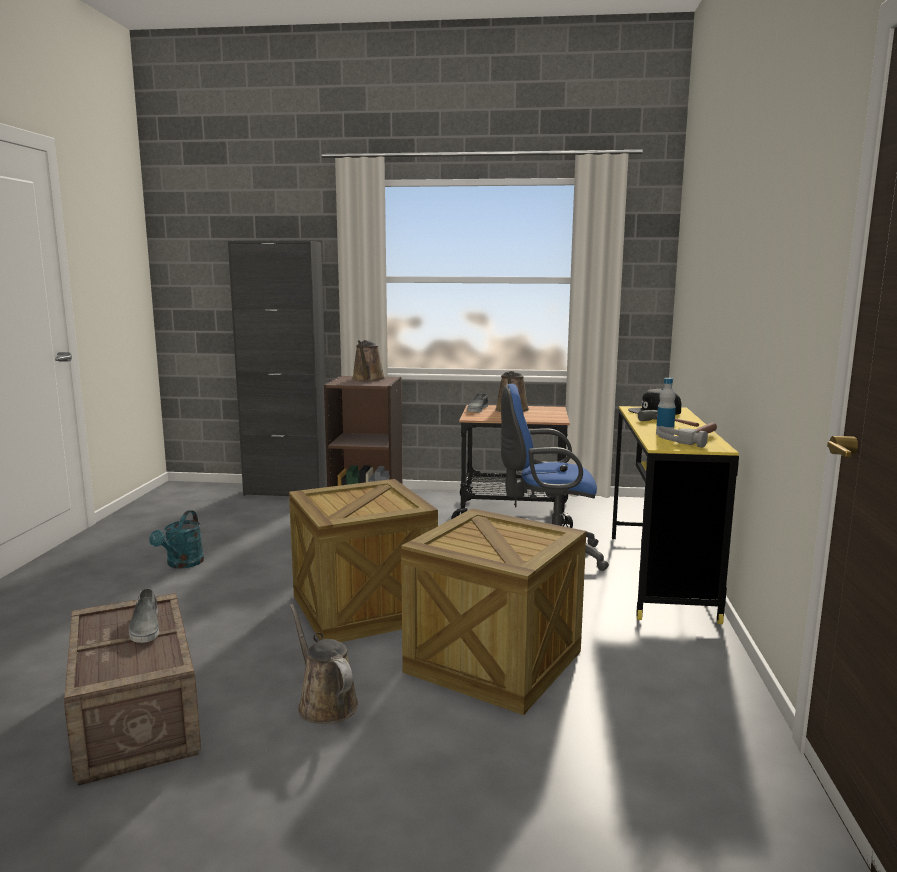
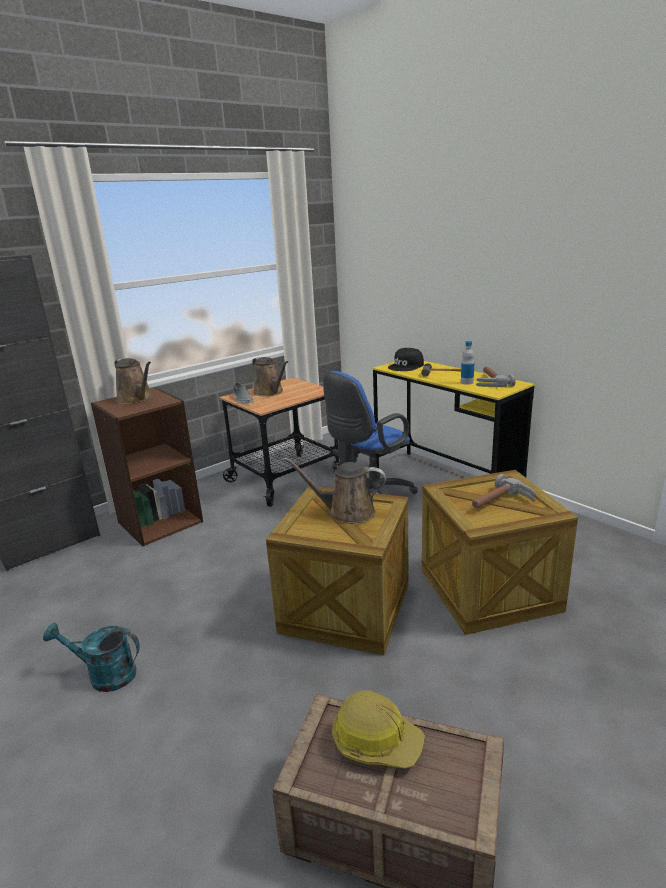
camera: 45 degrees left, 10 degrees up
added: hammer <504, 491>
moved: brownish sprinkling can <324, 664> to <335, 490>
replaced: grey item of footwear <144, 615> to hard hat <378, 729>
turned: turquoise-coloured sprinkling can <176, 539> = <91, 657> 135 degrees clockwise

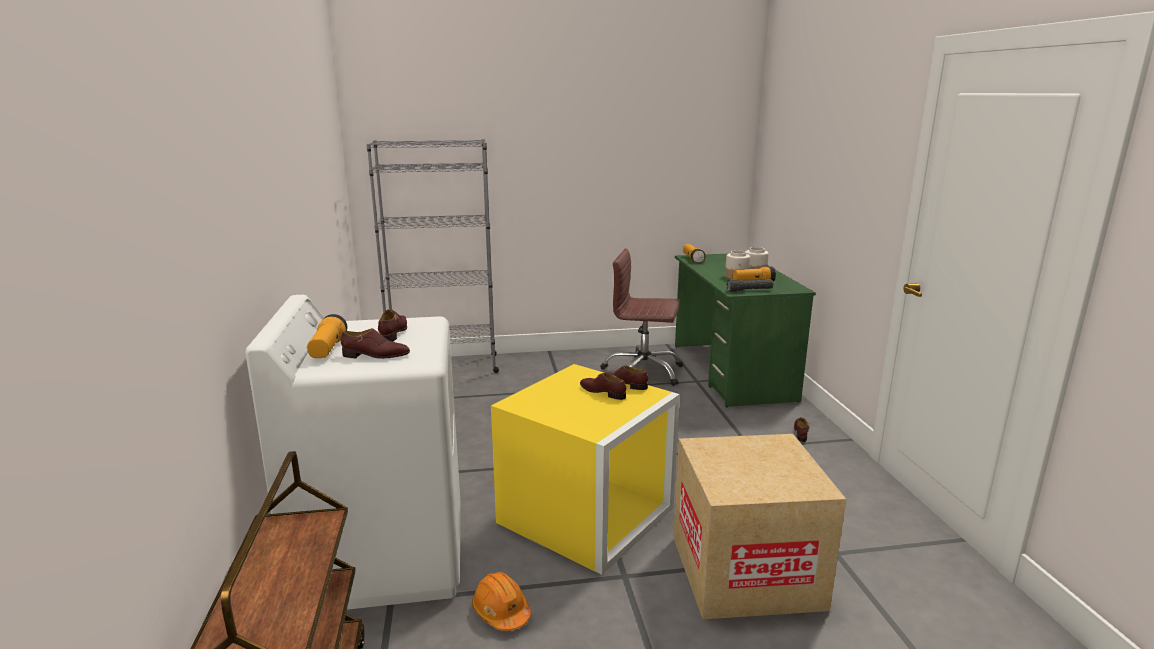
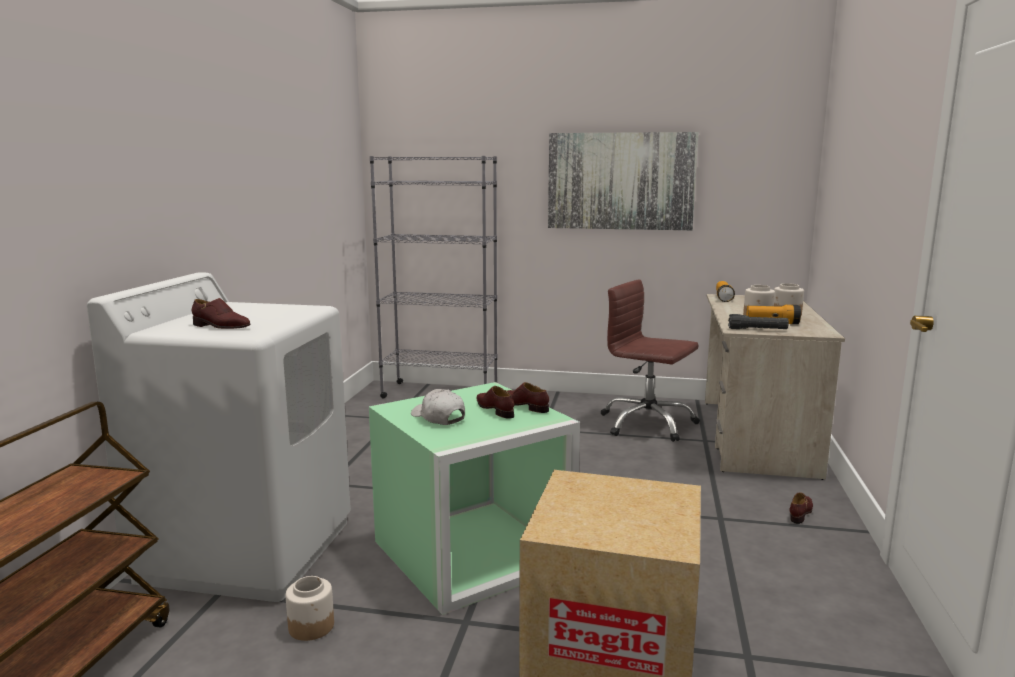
camera: 20 degrees right, 5 degrees down
removed: hand torch <327, 336>; brownish item of footwear <392, 325>
added: white-coloured baseball cap <438, 407>; picture <623, 181>
replaced: orange-coloured hard hat <501, 601> to storage jar <310, 608>
recoloured: yellow-coloured storage bin <585, 469> to green-coloured storage bin <474, 498>; green-coloured desk unit <745, 330> to beige desk unit <775, 387>

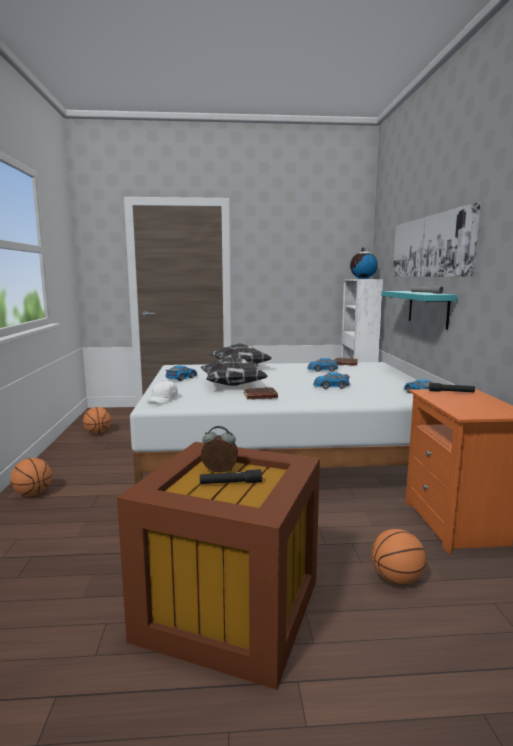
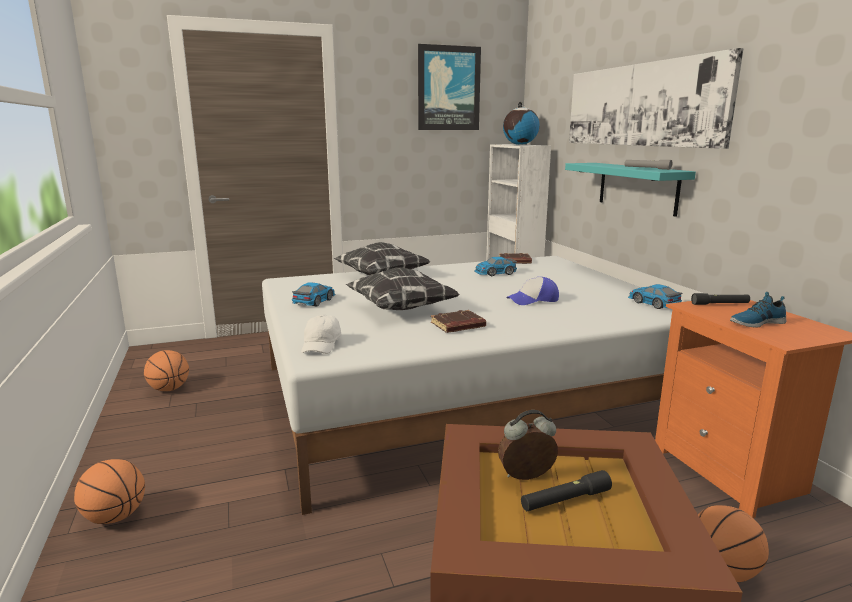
camera: 15 degrees left, 5 degrees up
added: picture <449, 87>; item of footwear <758, 309>
replaced: miniature car <331, 380> to baseball cap <533, 291>

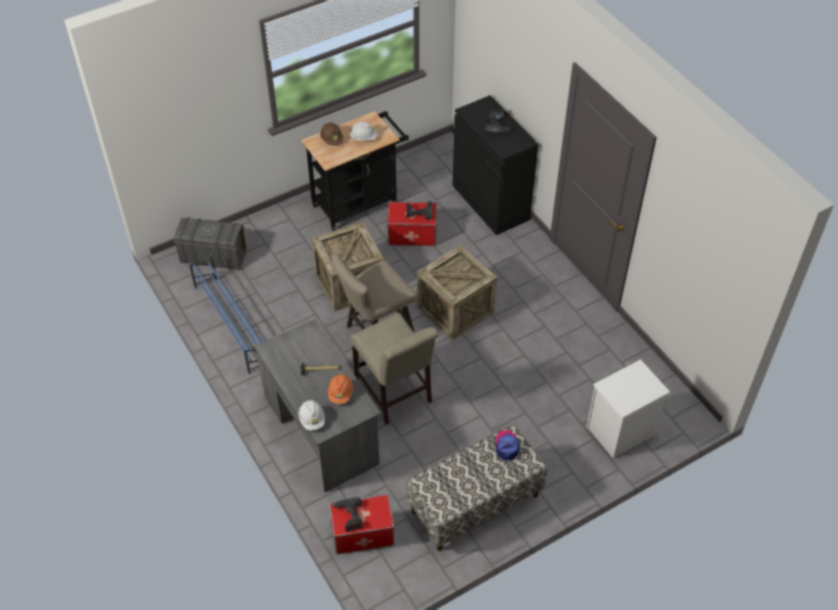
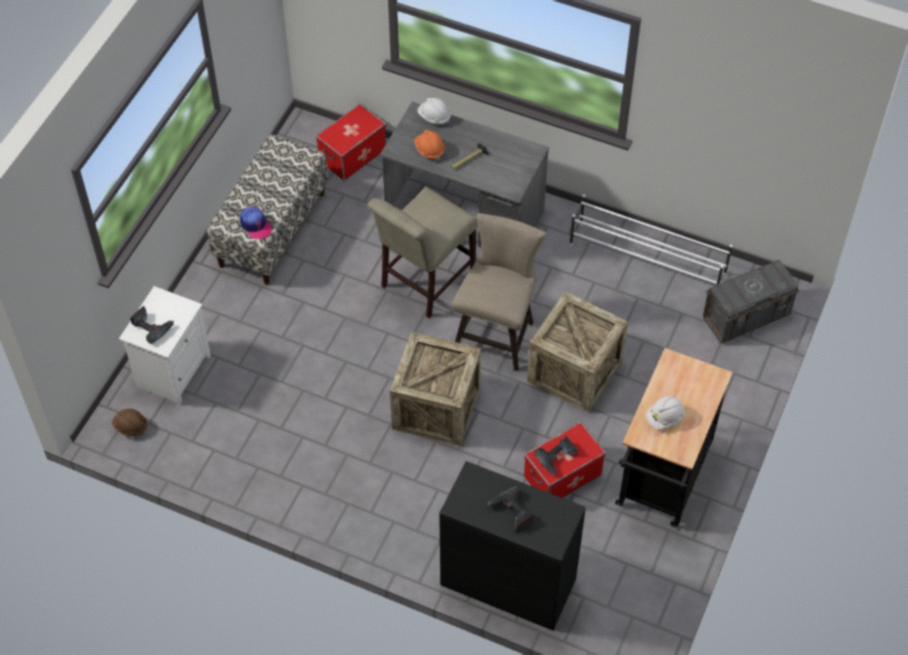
camera: 145 degrees right, 5 degrees up
moved: brownish hard hat <331, 134> to <130, 422>; drill <347, 514> to <152, 325>
recoloured: blue shoe rack <228, 314> to white-coloured shoe rack <651, 239>
turned: beige chair <394, 369> = <422, 252> 75 degrees counterclockwise

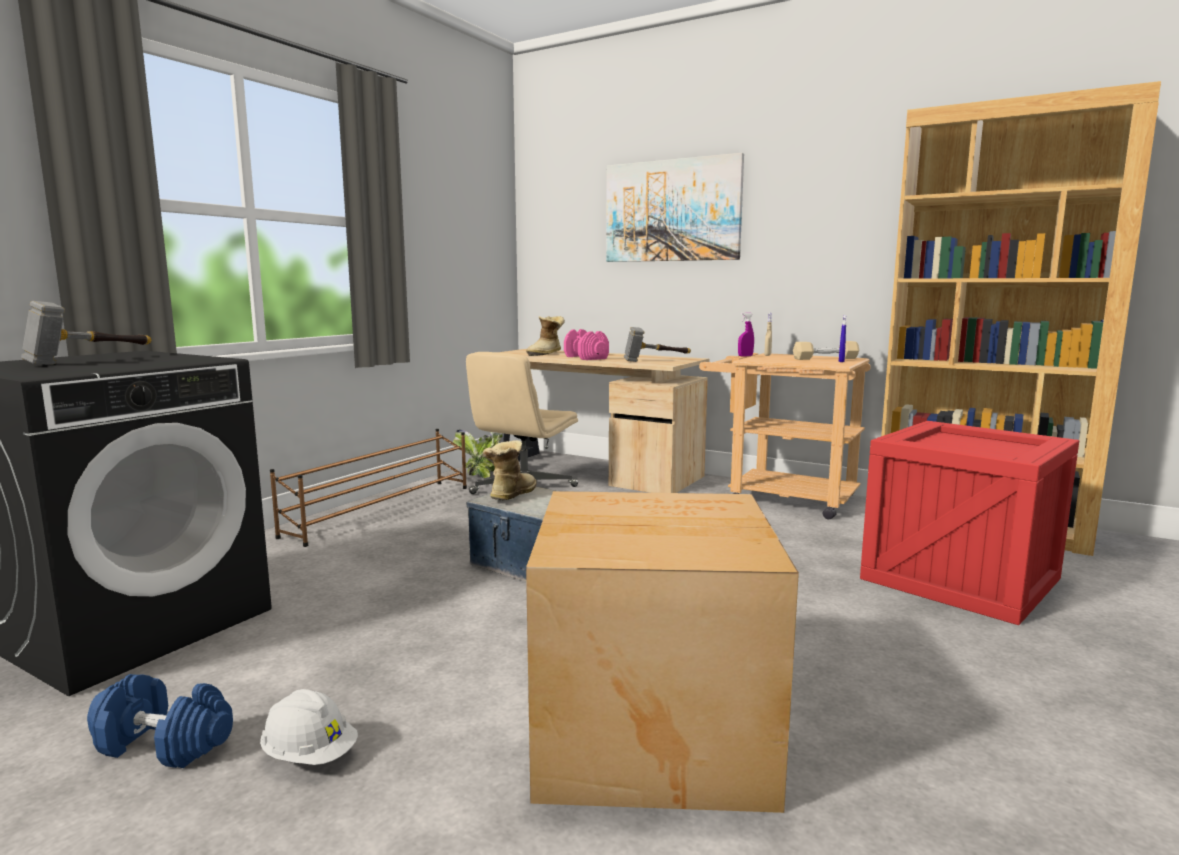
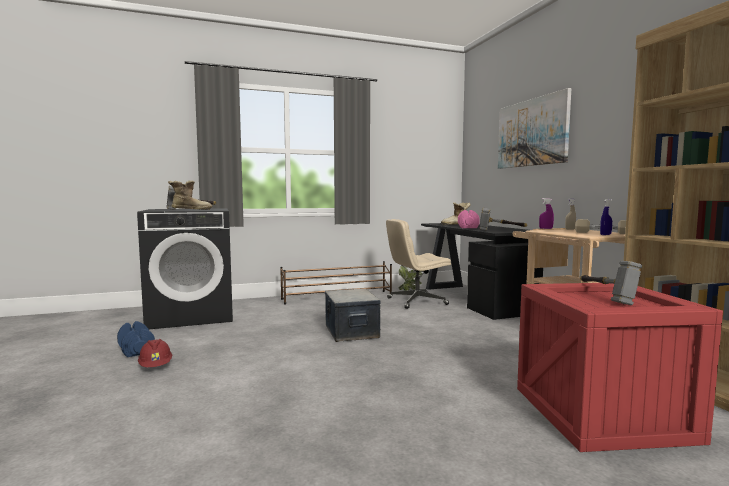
camera: 40 degrees right, 5 degrees down
removed: packing box <662, 652>
added: hammer <611, 283>
moved: high-top boot <510, 470> to <190, 195>
recoloured: white-coloured hard hat <309, 727> to reddish hard hat <155, 353>; beige desk unit <604, 421> to black desk unit <482, 271>

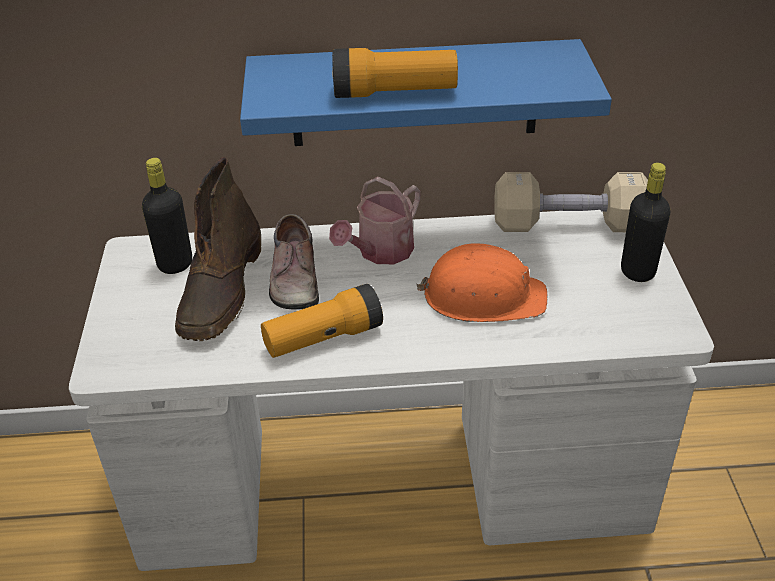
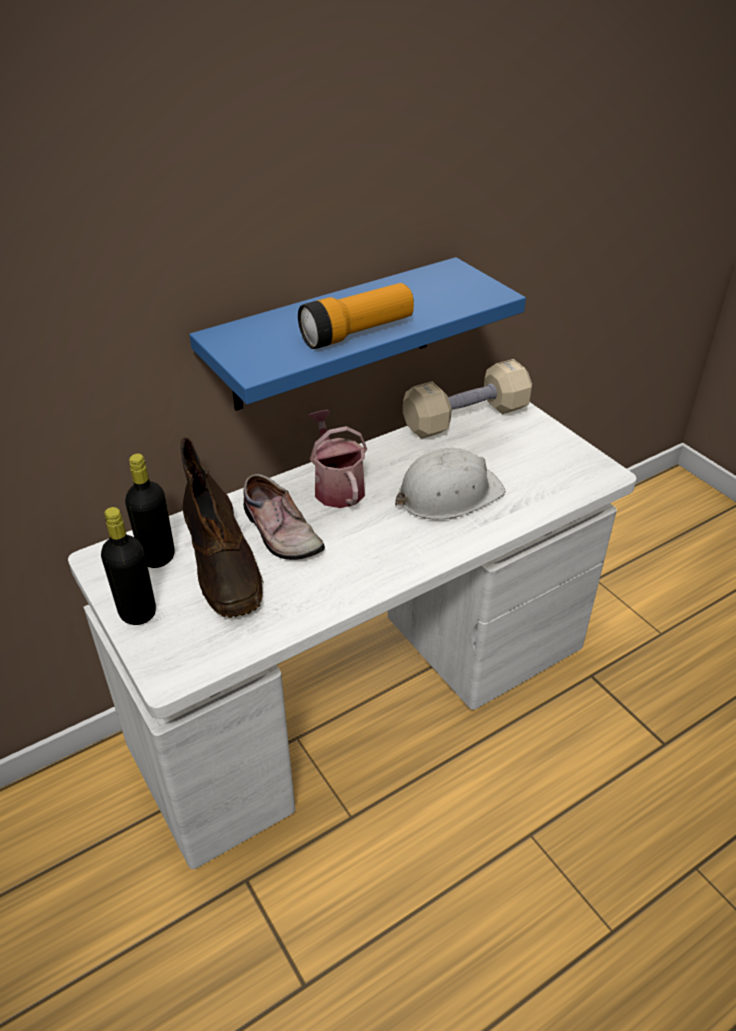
camera: 30 degrees left, 0 degrees up
removed: hand torch <322, 321>
moved: black bottle <645, 222> to <128, 566>
recoloured: orange-coloured hard hat <481, 283> to white-coloured hard hat <450, 484>
turned: sprinkling can <375, 220> = <337, 459> 150 degrees clockwise

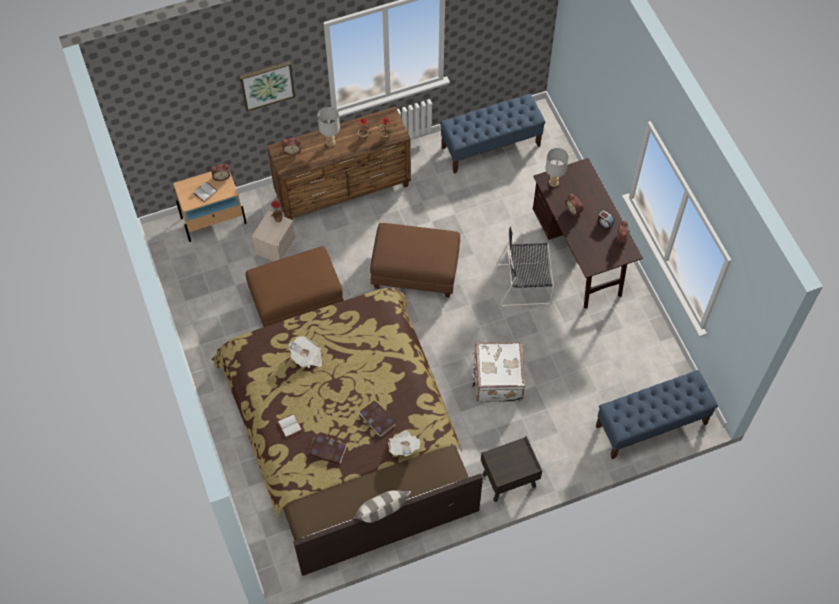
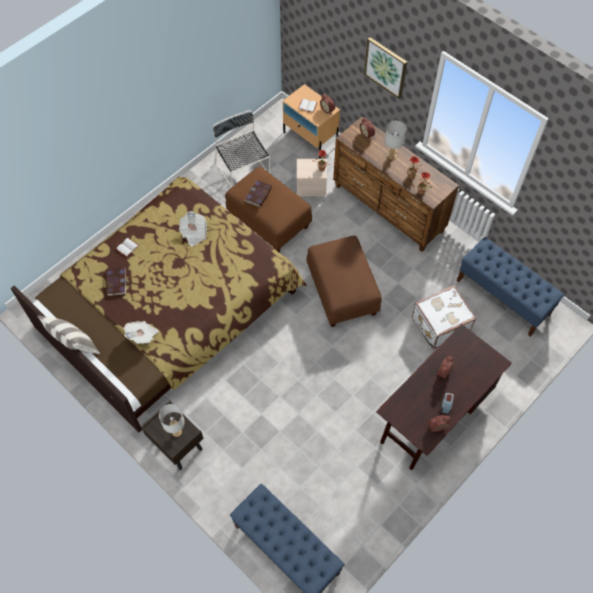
camera: 65 degrees right, 0 degrees up
moved: grey tabletop lamp <557, 167> to <172, 420>; black chair <525, 266> to <241, 149>; bound book <377, 418> to <258, 193>; white-coloured piece of luggage <498, 372> to <444, 317>

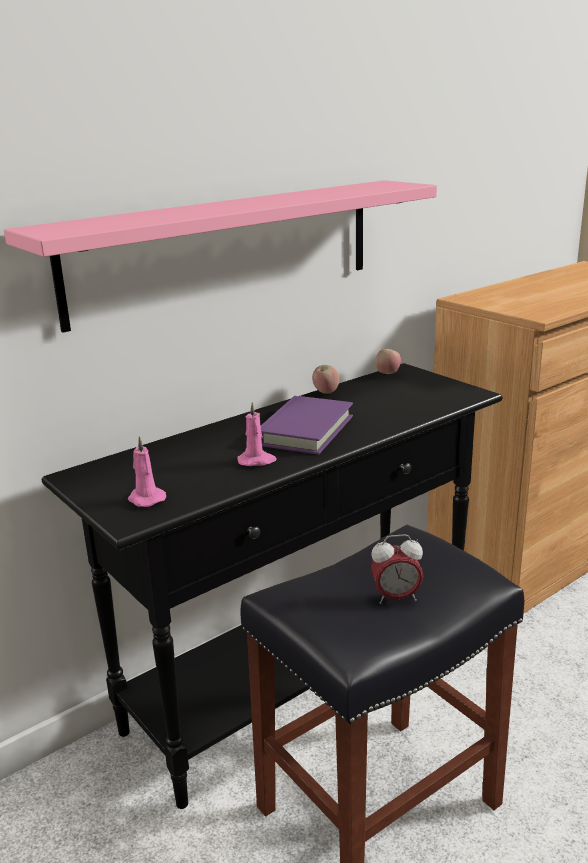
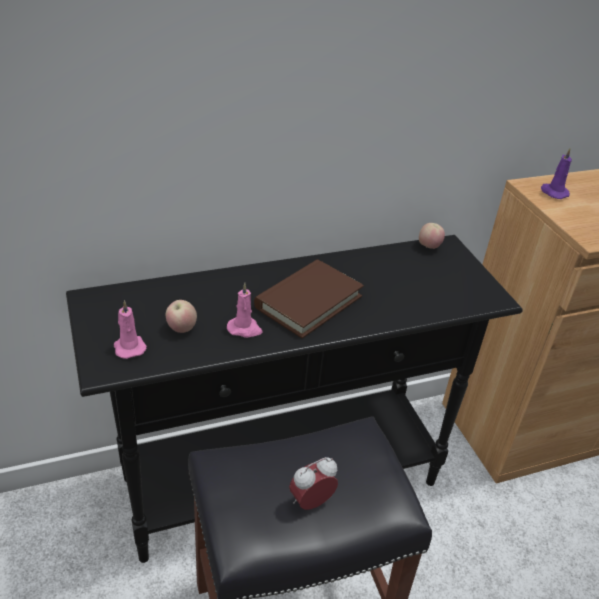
camera: 15 degrees right, 15 degrees up
removed: pinkish shelf <220, 256>
added: purple candle <556, 173>
moved: whole apple <325, 379> to <181, 316>
recoloured: purple bound book <307, 425> to brownish bound book <309, 298>
turned: alarm clock <397, 569> = <313, 483> 135 degrees clockwise

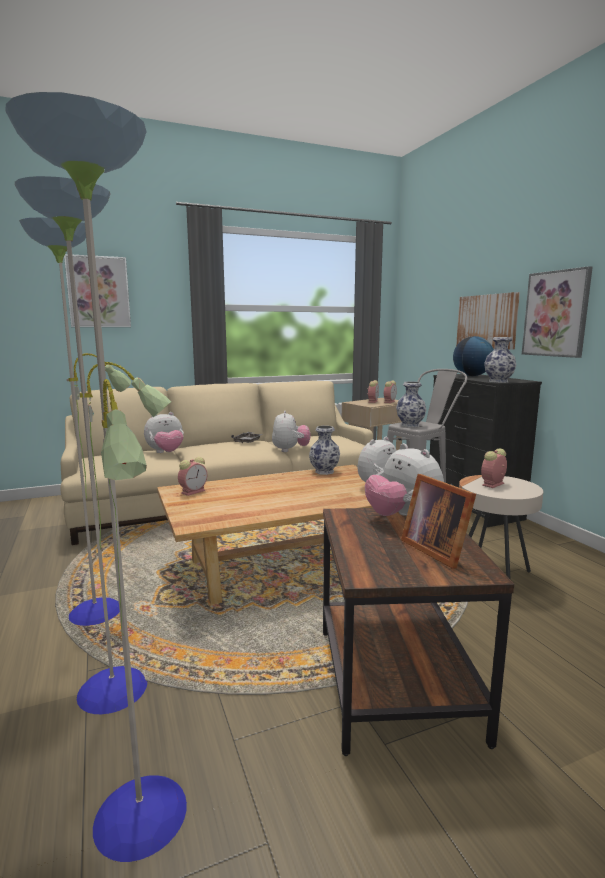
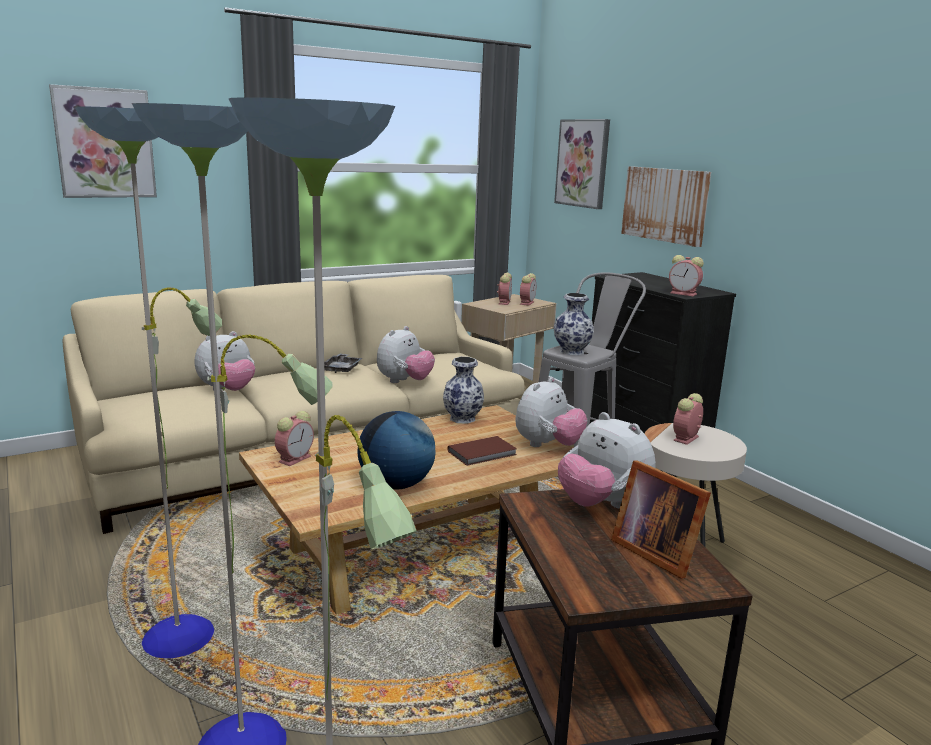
camera: 10 degrees left, 5 degrees up
added: brownish bound book <482, 451>
moved: desk globe <473, 356> to <396, 450>; picture <557, 312> to <582, 164>
replaced: flower vase <500, 360> to alarm clock <686, 275>
turned: soft toy <291, 431> = <406, 354> 45 degrees clockwise

